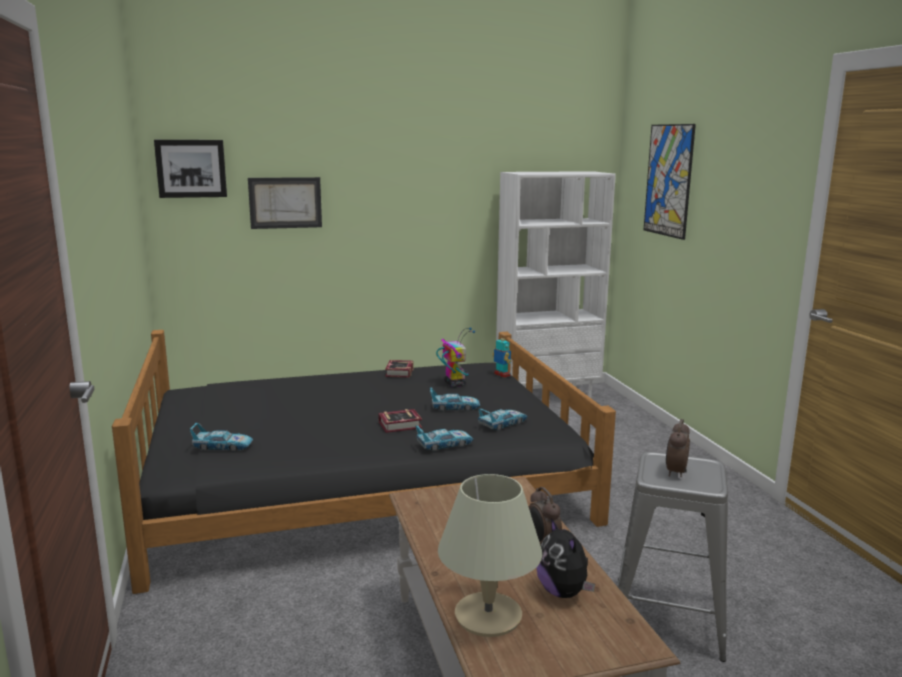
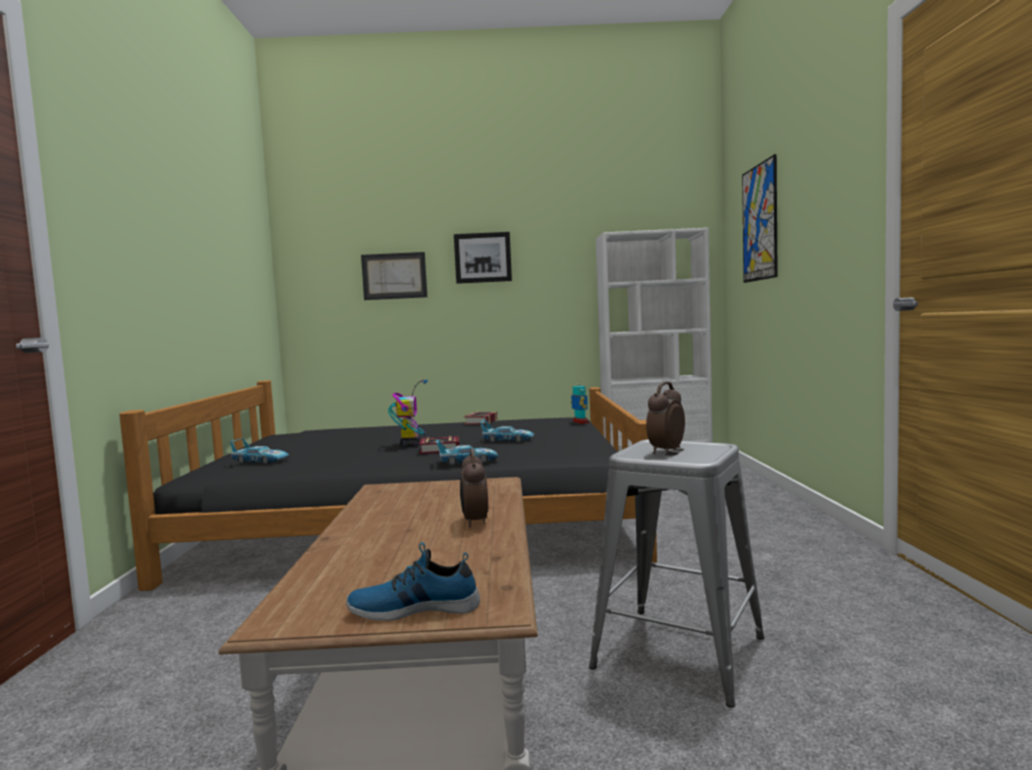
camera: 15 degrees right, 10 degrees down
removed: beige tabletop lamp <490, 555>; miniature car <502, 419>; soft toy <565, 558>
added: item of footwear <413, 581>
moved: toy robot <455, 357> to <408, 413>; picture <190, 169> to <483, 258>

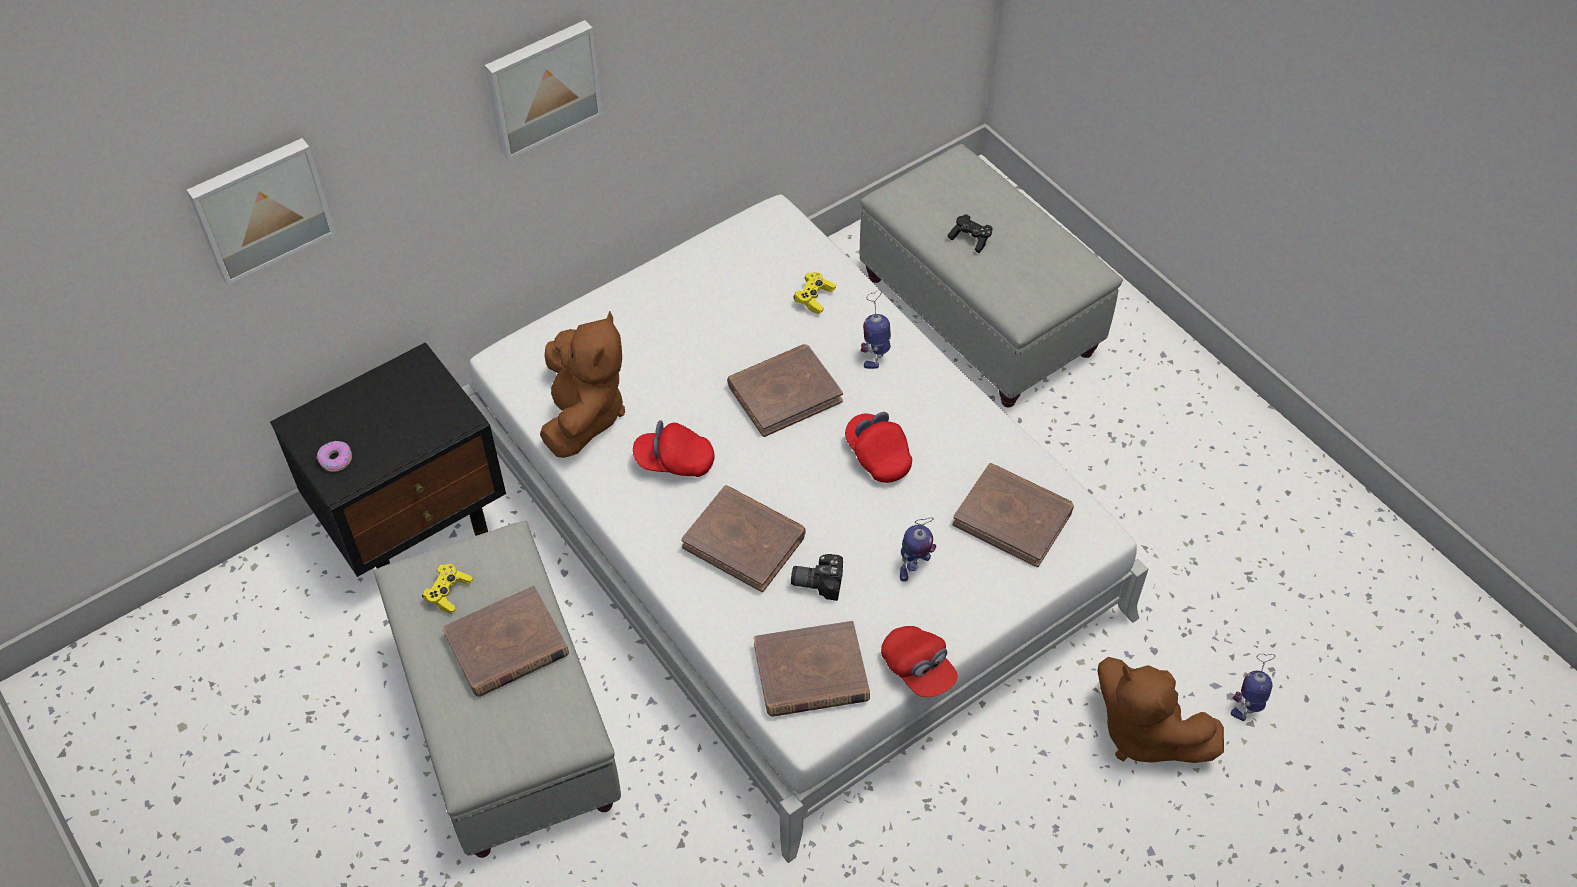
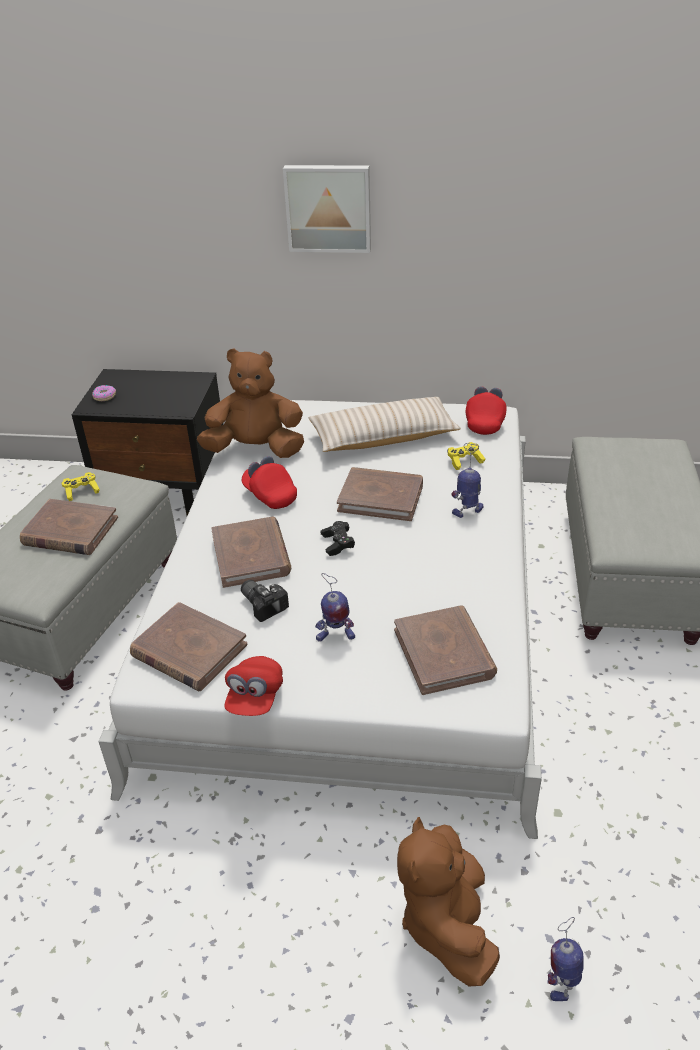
camera: 45 degrees right, 15 degrees down
removed: picture <261, 211>
added: beige pillow <385, 424>
moved: black joypad <970, 233> to <337, 538>; reddish baseball cap <878, 447> to <486, 410>
turned: brownish soft toy <582, 384> = <250, 403> 135 degrees counterclockwise; toy robot <1253, 687> = <565, 959> 75 degrees counterclockwise

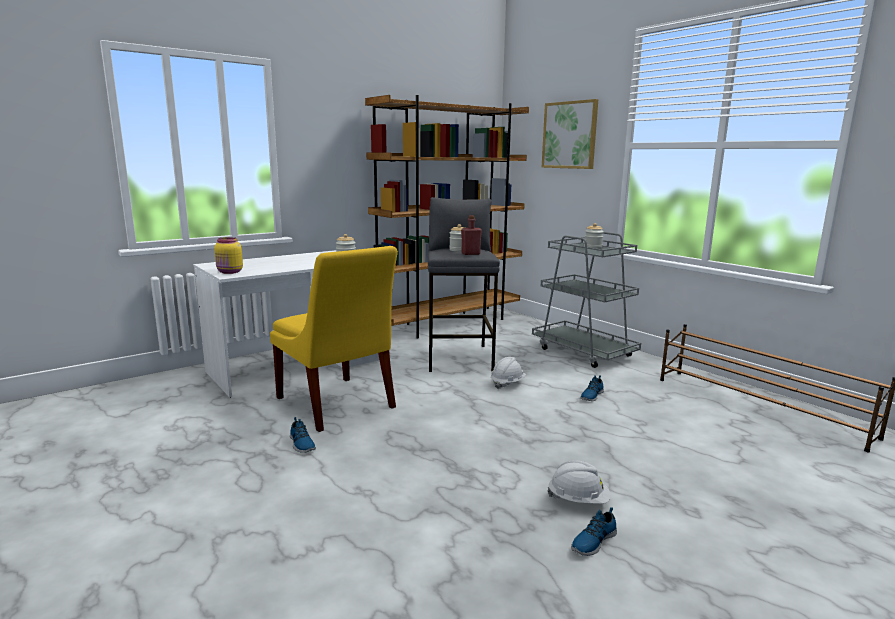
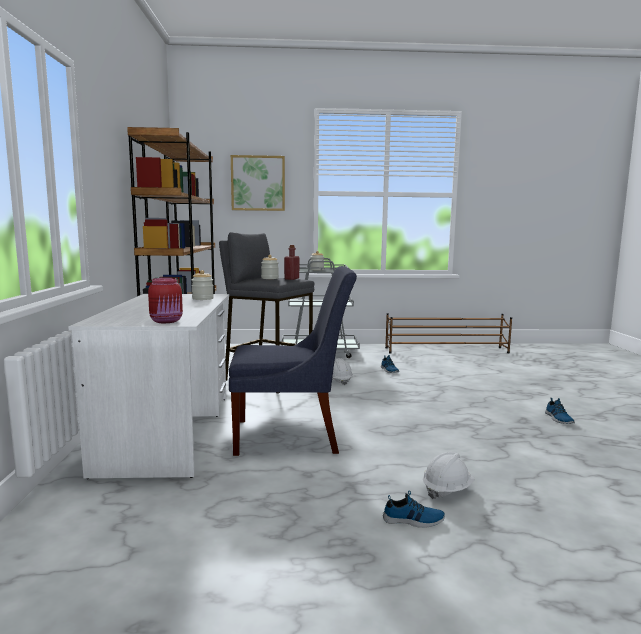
camera: 55 degrees left, 5 degrees down
moved: item of footwear <303, 435> to <414, 509>; white-coloured hard hat <579, 482> to <449, 475>
recoloured: yellow-coloured storage jar <228, 255> to reddish storage jar <165, 300>; yellow-coloured chair <334, 339> to blue chair <293, 361>

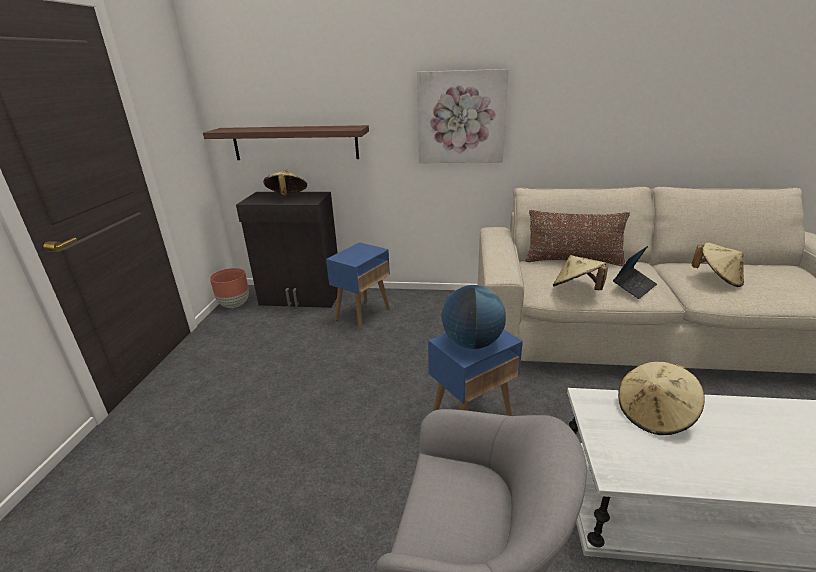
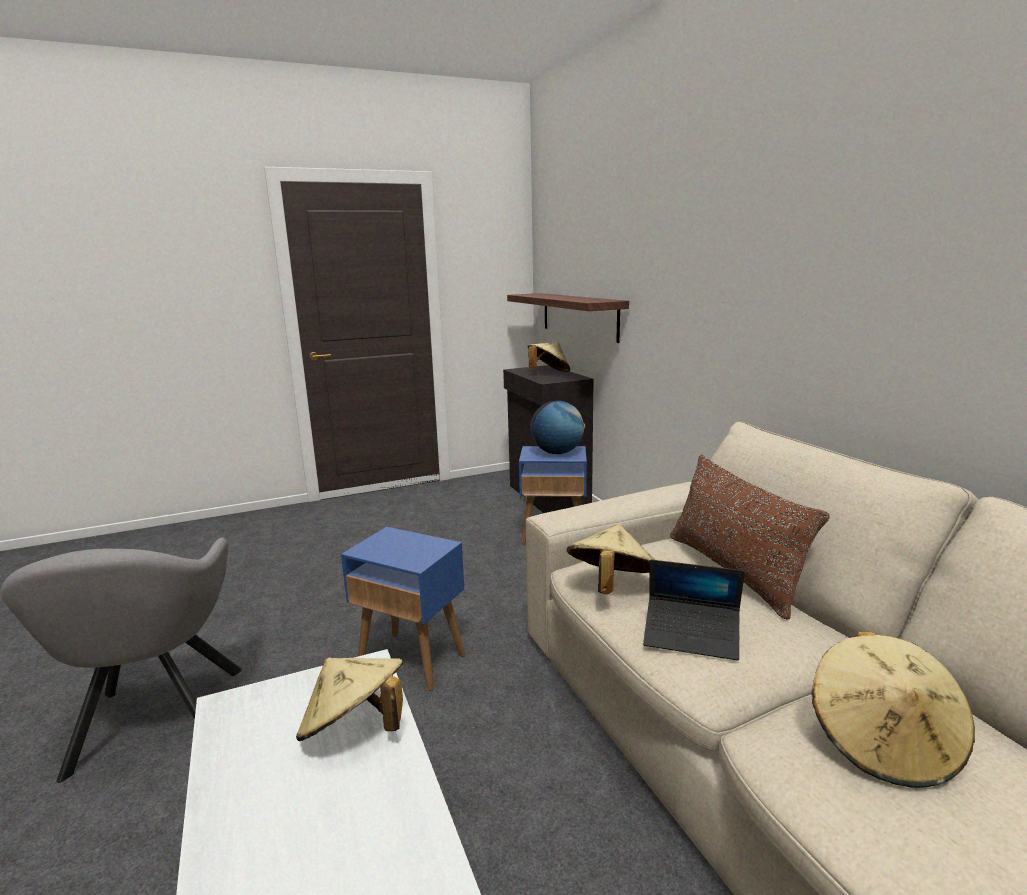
camera: 60 degrees right, 10 degrees down
removed: brownish flower pot <229, 288>; picture <463, 116>
moved: desk globe <474, 317> to <558, 427>

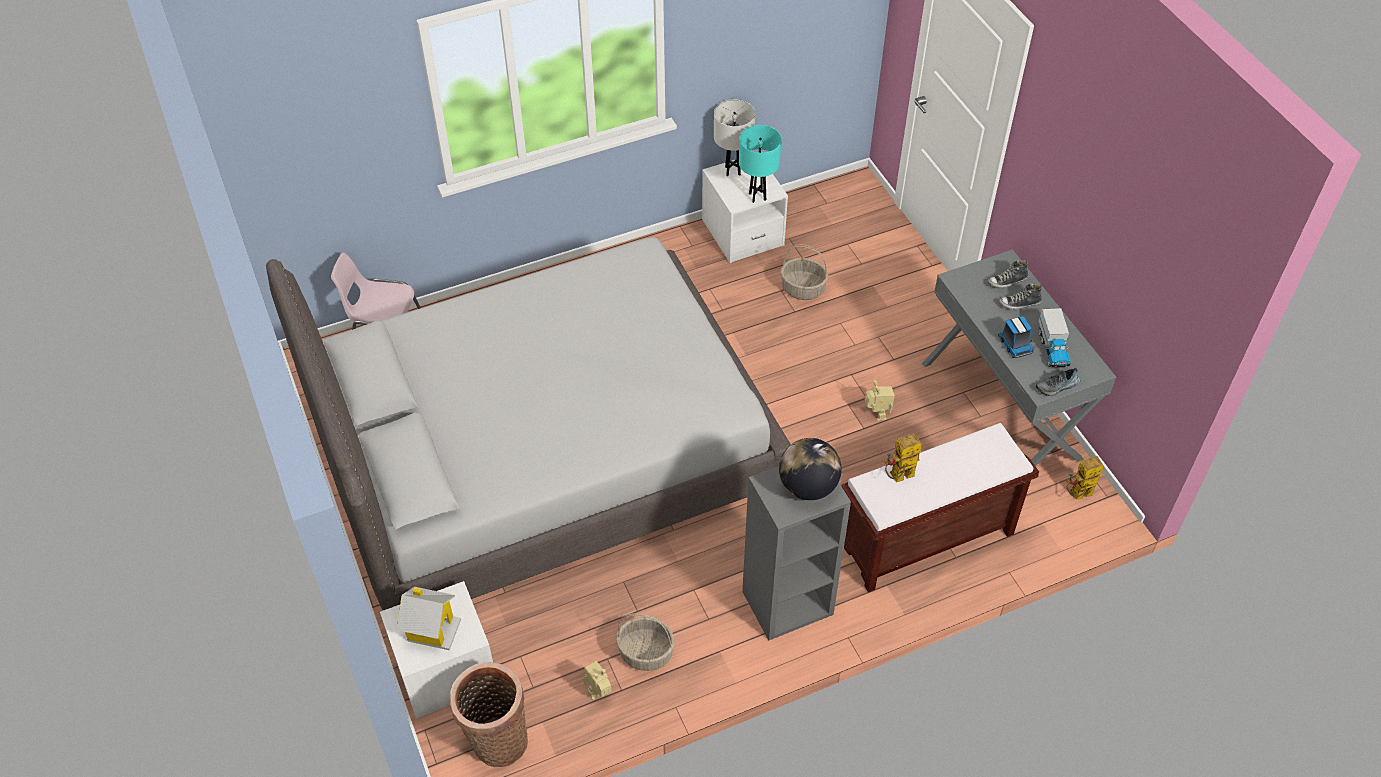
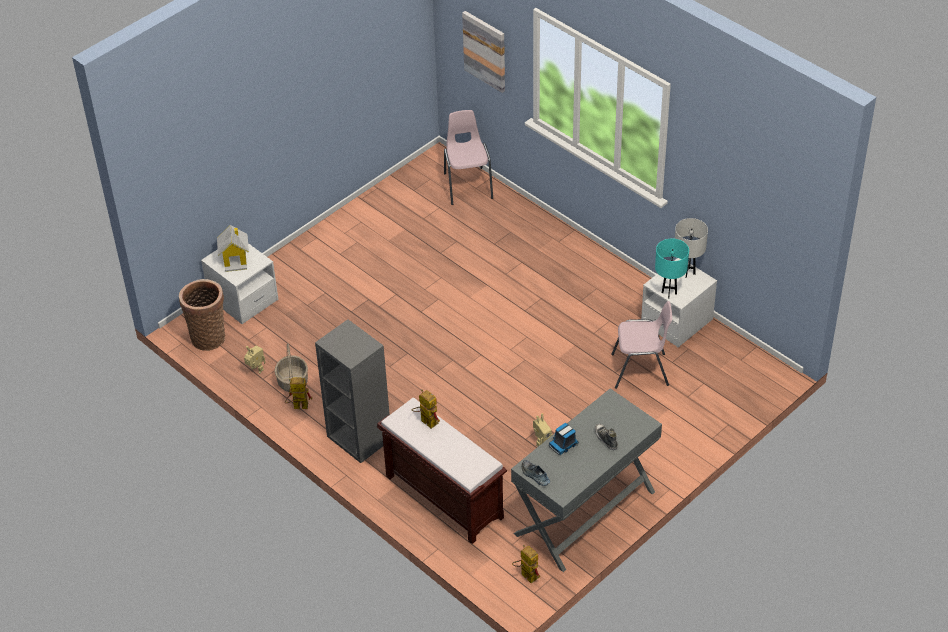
camera: 70 degrees right, 5 degrees down
removed: grey sleeping bed <528, 423>; desk globe <810, 469>; item of footwear <1007, 274>; toy lorry <1054, 338>
added: toy robot <298, 393>; picture <483, 52>
replaced: basket <804, 272> to pinkish chair <641, 345>

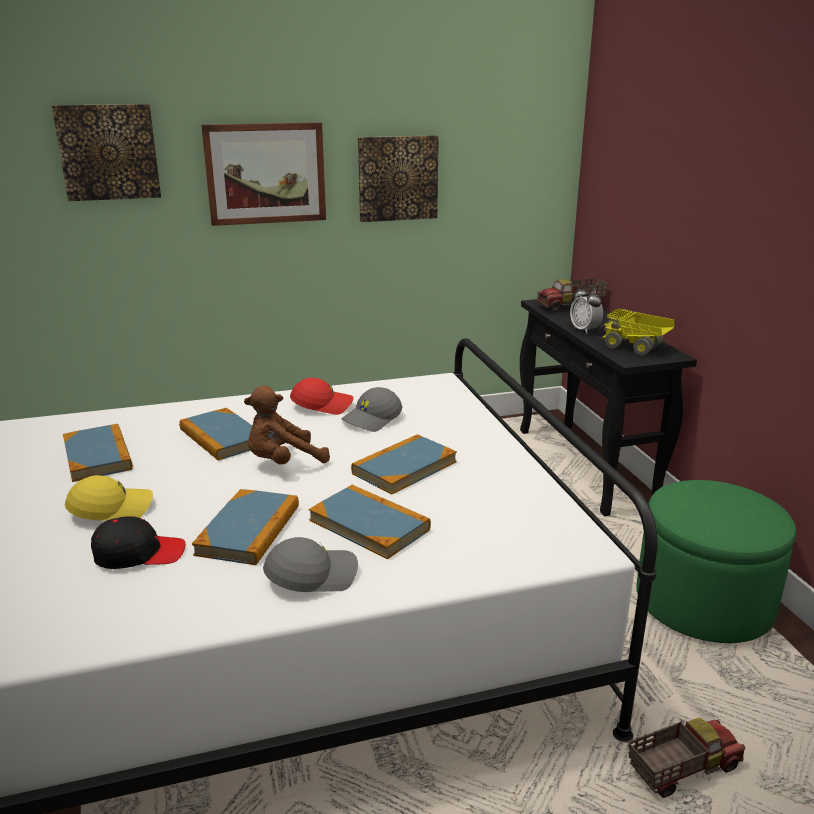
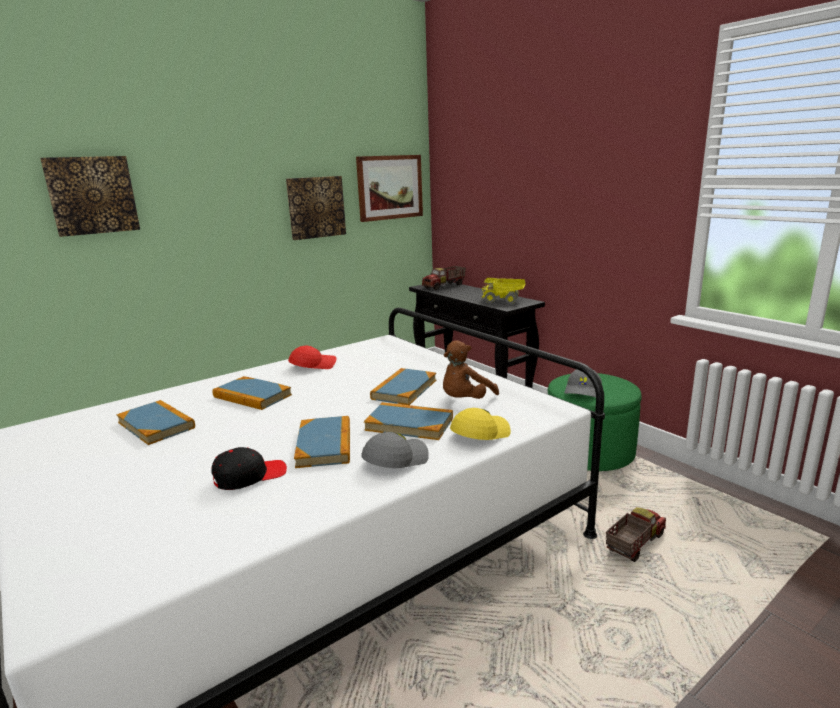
camera: 20 degrees left, 5 degrees down
removed: alarm clock <586, 309>
moved: picture <263, 174> to <389, 188>; brownish soft toy <287, 425> to <471, 370>; yellow-coloured baseball cap <109, 498> to <480, 424>; grey baseball cap <371, 409> to <583, 383>

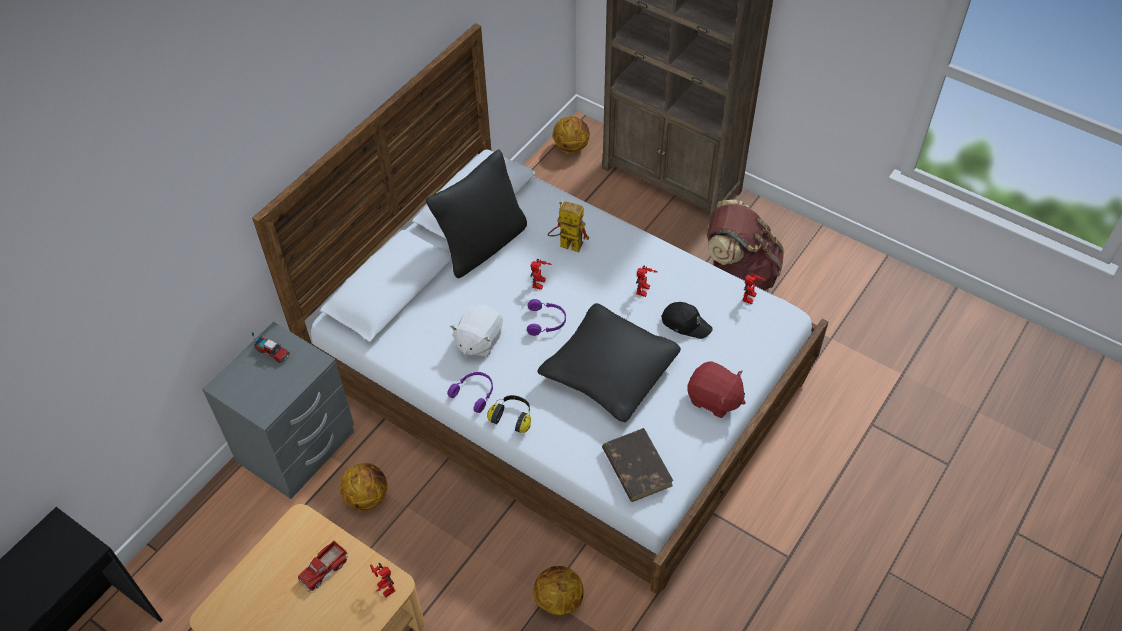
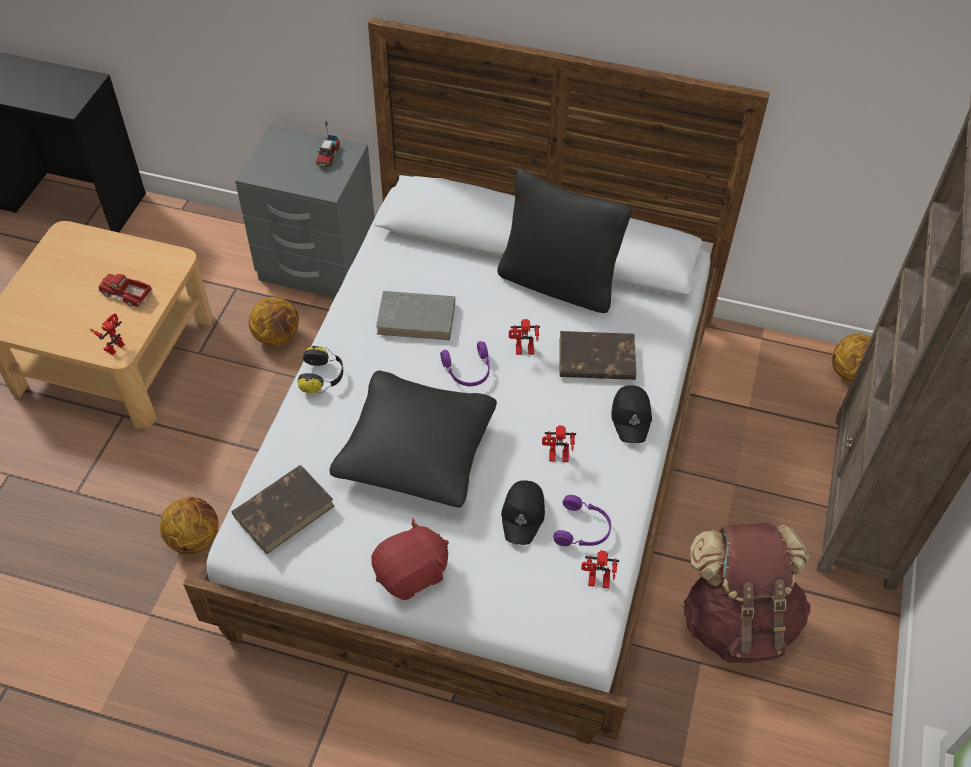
camera: 70 degrees right, 0 degrees up
added: black baseball cap <631, 414>
moved: purple headphones <470, 392> to <582, 520>
replaced: white-coloured soft toy <476, 330> to grey bound book <415, 315>; toy robot <568, 226> to brownish bound book <597, 355>
turned: reddish soft toy <716, 389> = <410, 559> 135 degrees counterclockwise

